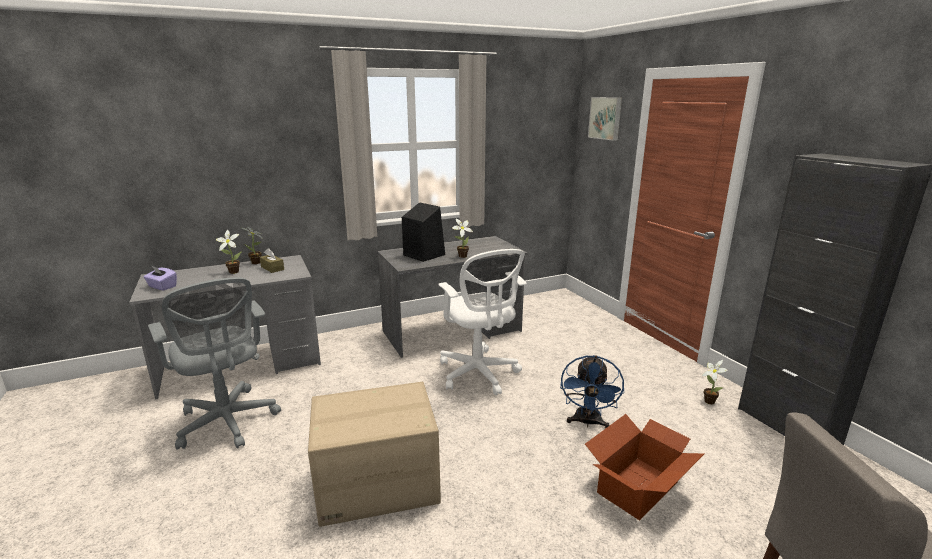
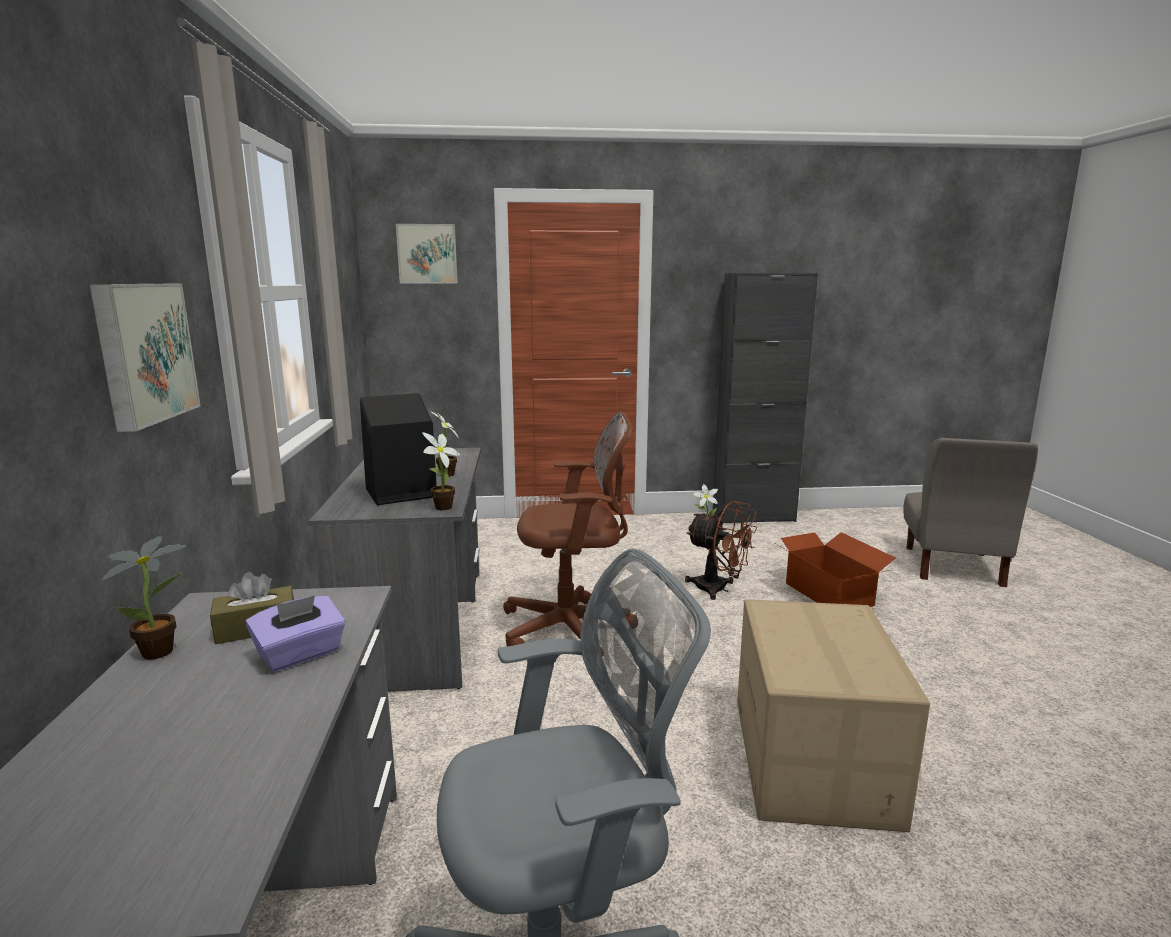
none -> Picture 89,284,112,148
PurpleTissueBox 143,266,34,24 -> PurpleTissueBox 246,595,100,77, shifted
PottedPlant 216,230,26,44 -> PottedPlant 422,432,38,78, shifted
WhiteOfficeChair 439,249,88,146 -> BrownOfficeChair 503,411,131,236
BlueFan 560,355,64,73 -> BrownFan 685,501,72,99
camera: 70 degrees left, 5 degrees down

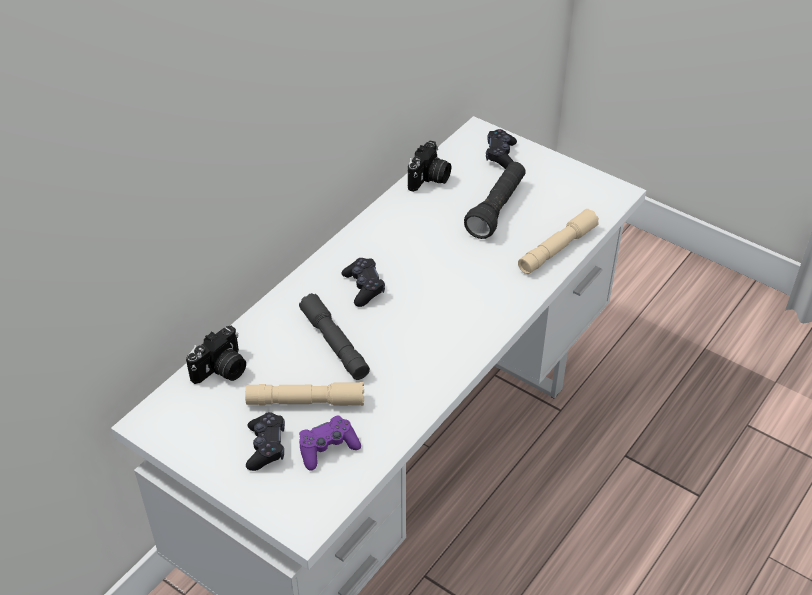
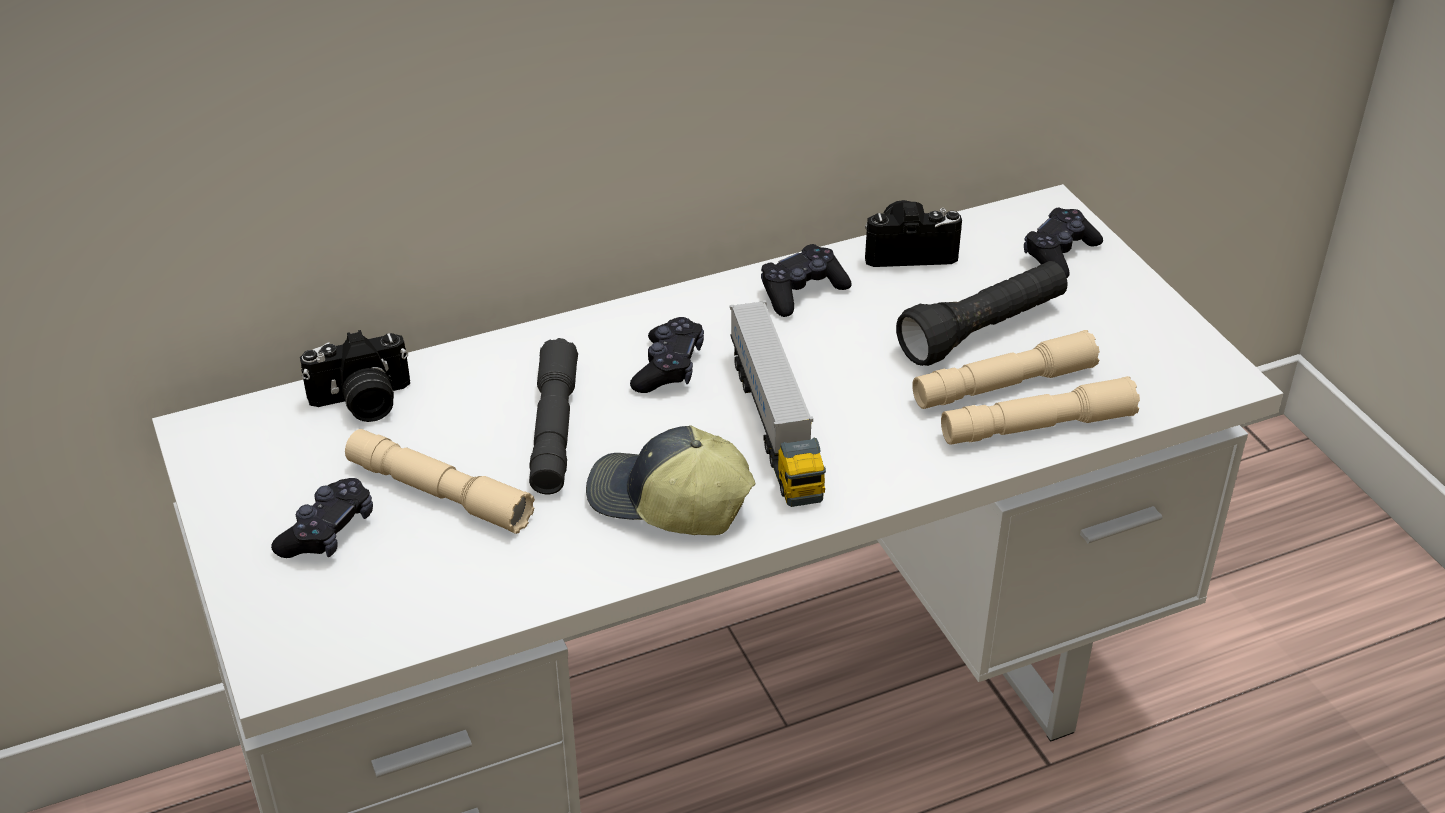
none -> Cap 586,425,170,110
none -> ToyTruck 730,300,96,207
none -> BlackGameController 761,244,91,73
PhotoCamera 408,141,43,51 -> PhotoCamera 865,200,97,67, 150 degrees counterclockwise
none -> BeigeFlashlight 912,330,188,79
PurpleGameController 299,416,62,55 -> none
camera: 30 degrees right, 5 degrees down

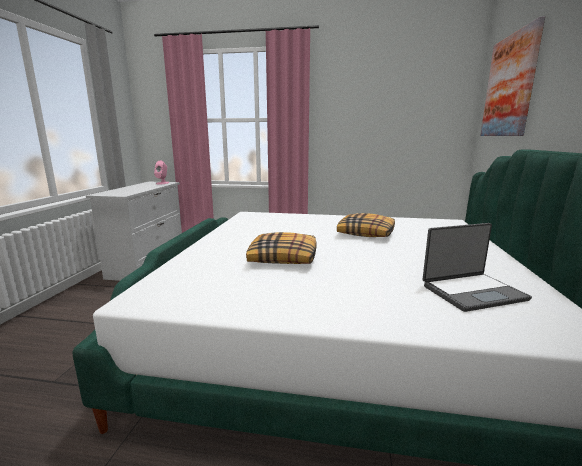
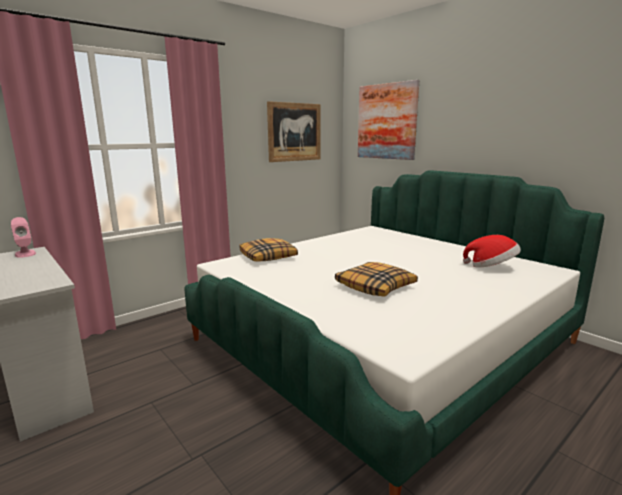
Pillow 337,213,58,24 -> Pillow 239,238,59,24, shifted
none -> Picture 267,101,54,61
Laptop 423,223,109,89 -> Hat 463,235,58,33
camera: 50 degrees left, 0 degrees up

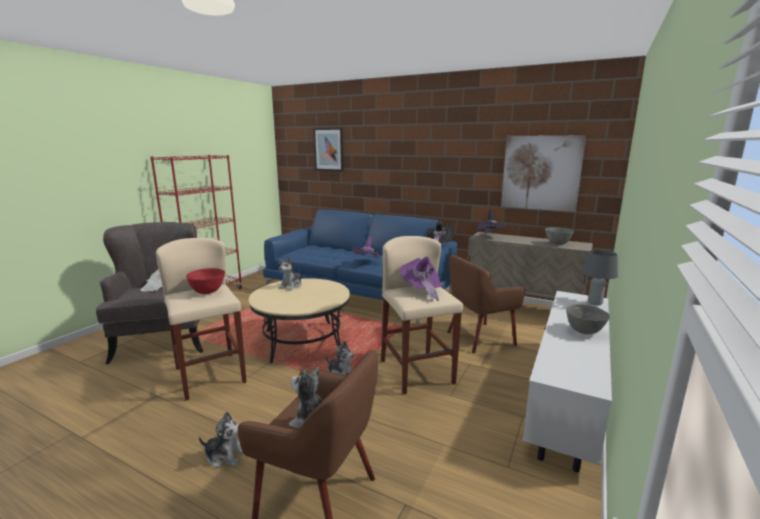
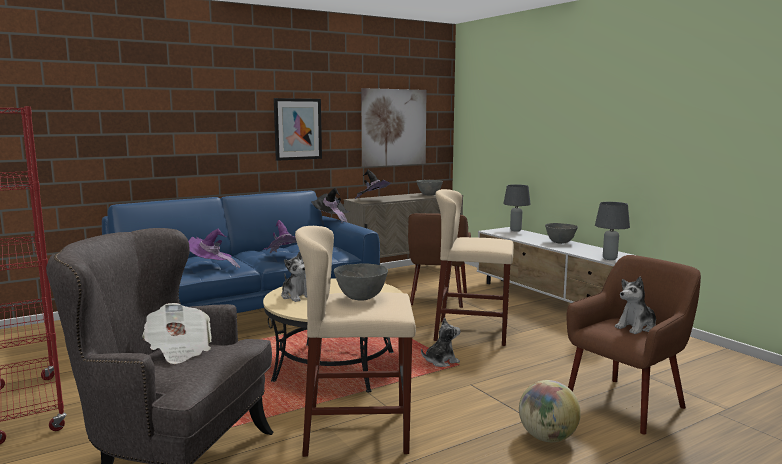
PurpleHat 399,256,45,46 -> PurpleHat 188,229,52,39, shifted
Picture 313,127,31,45 -> Picture 274,98,48,63, shifted
RedBowl 186,268,39,26 -> GreyBowl 334,263,54,38
PlushToy 199,411,44,57 -> Globe 519,380,62,62
none -> GreyTableLamp 595,202,35,58
camera: 60 degrees left, 5 degrees down

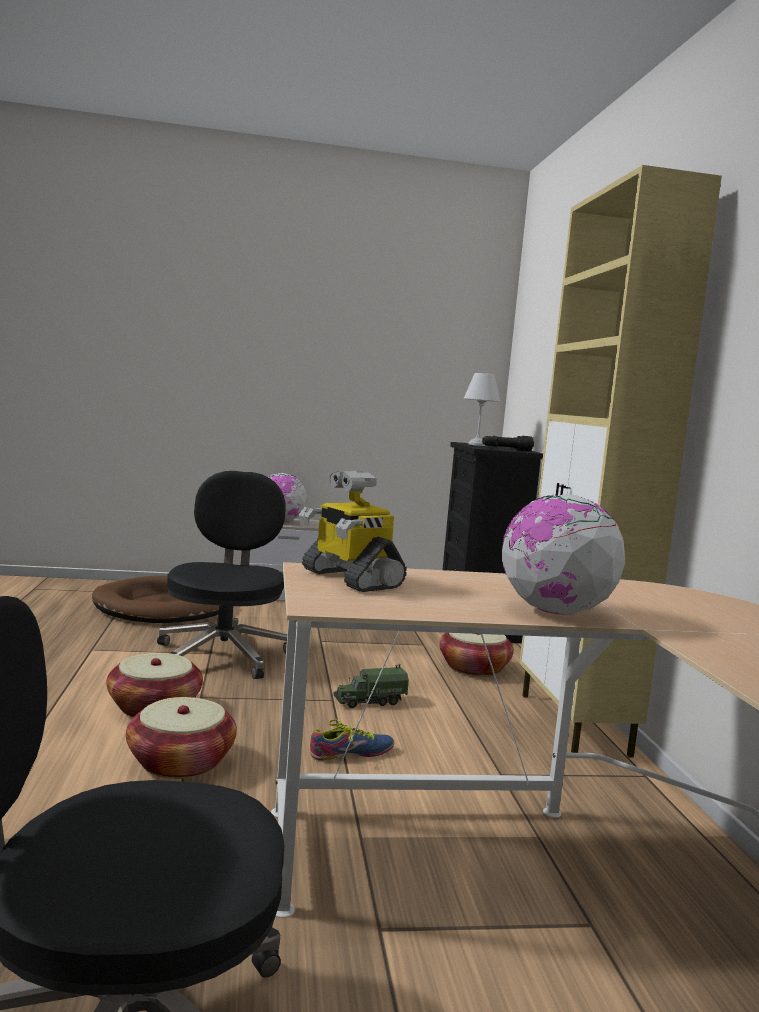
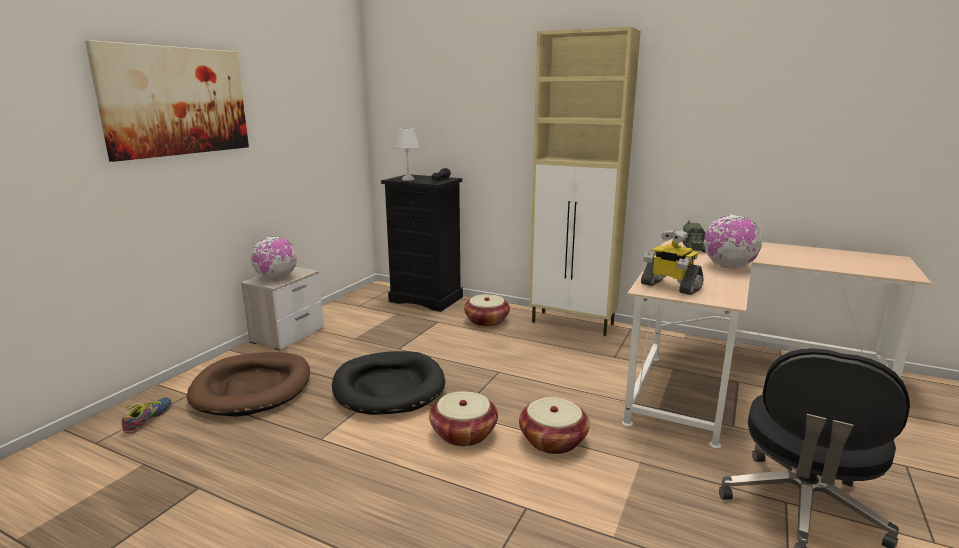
none -> Picture 85,40,164,122
Shoe 310,719,84,42 -> Shoe 122,397,50,37, shifted
BlackOfficeChair 157,471,130,208 -> BlackDogBed 332,351,113,64
ToyRobot 299,471,108,121 -> ToyRobot 641,229,63,66, 45 degrees clockwise
ToyTruck 333,663,76,45 -> ToyTruck 683,220,22,32, shifted
camera: 55 degrees left, 10 degrees up

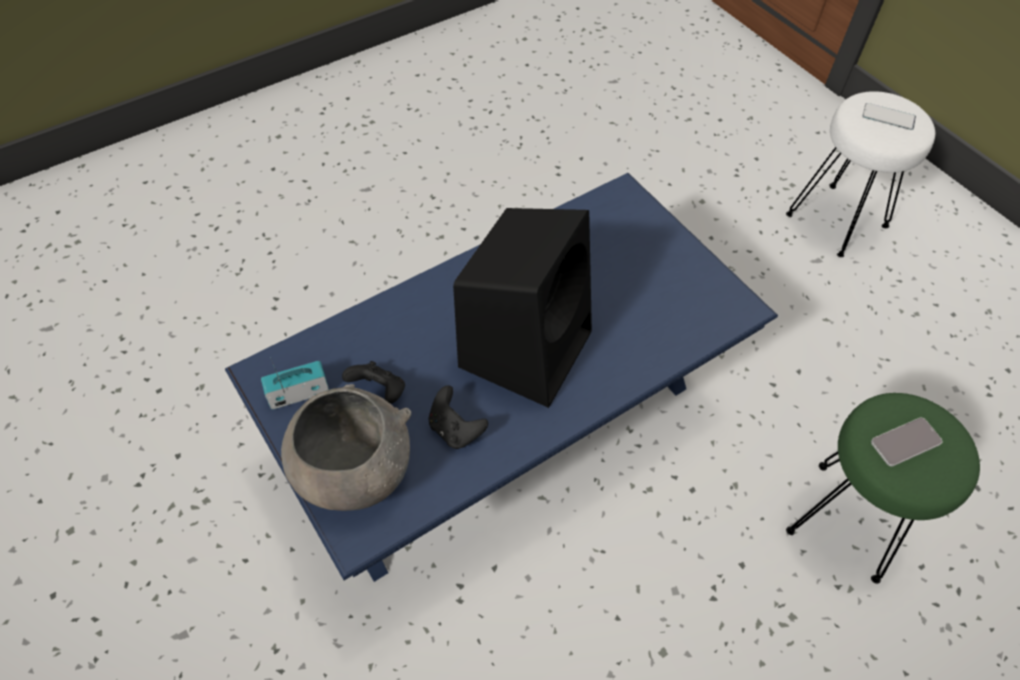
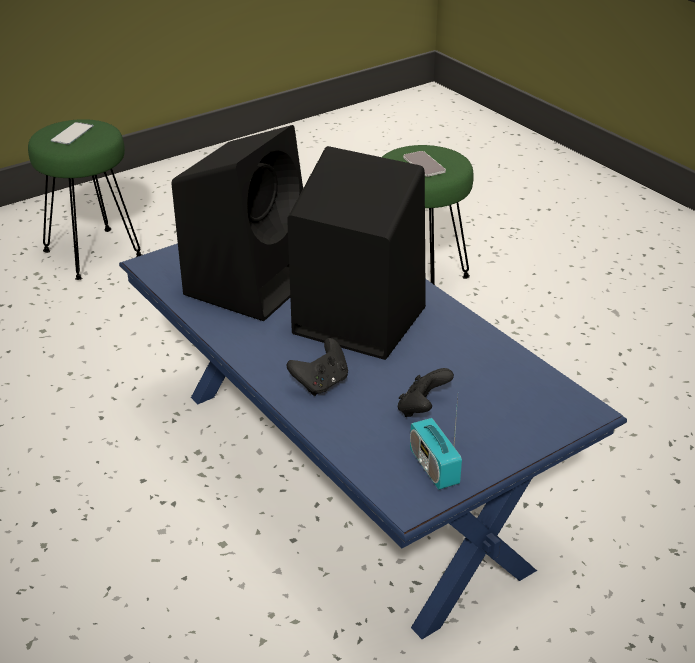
WhiteStool 786,91,149,166 -> GreenStool 28,119,114,161
none -> BlackSpeaker 171,125,132,196
BlackGameController 428,385,60,64 -> BlackGameController 287,338,61,58, shifted
GreyBowl 281,384,130,127 -> none
camera: 90 degrees left, 20 degrees down

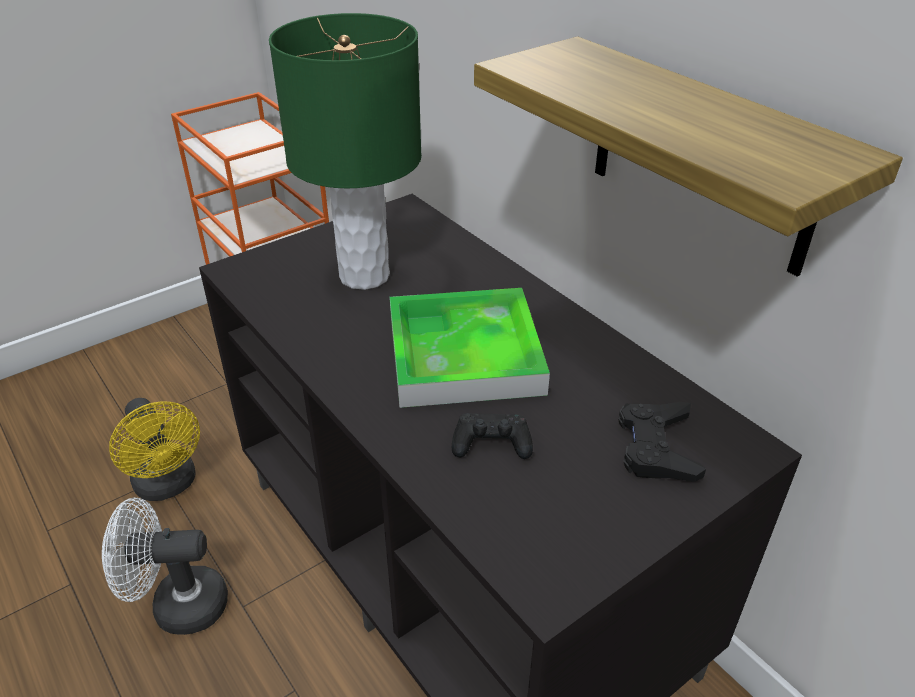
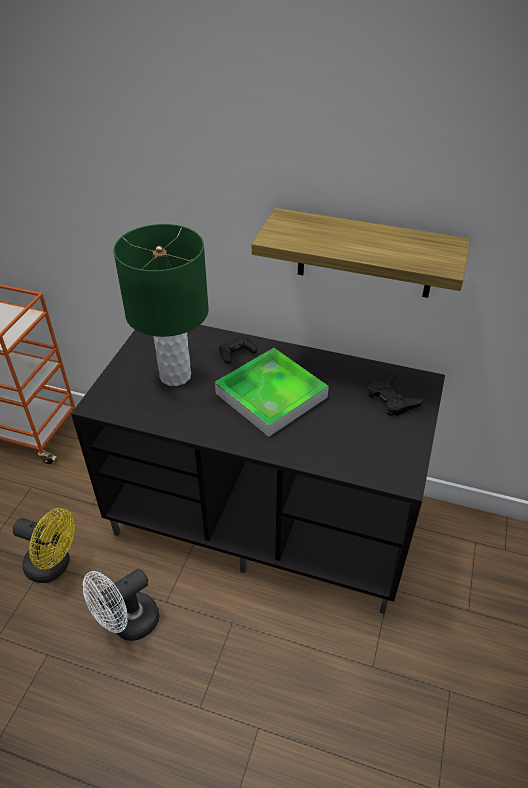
BlackGameController 452,413,81,46 -> BlackGameController 219,336,38,28, shifted
camera: 35 degrees left, 5 degrees up

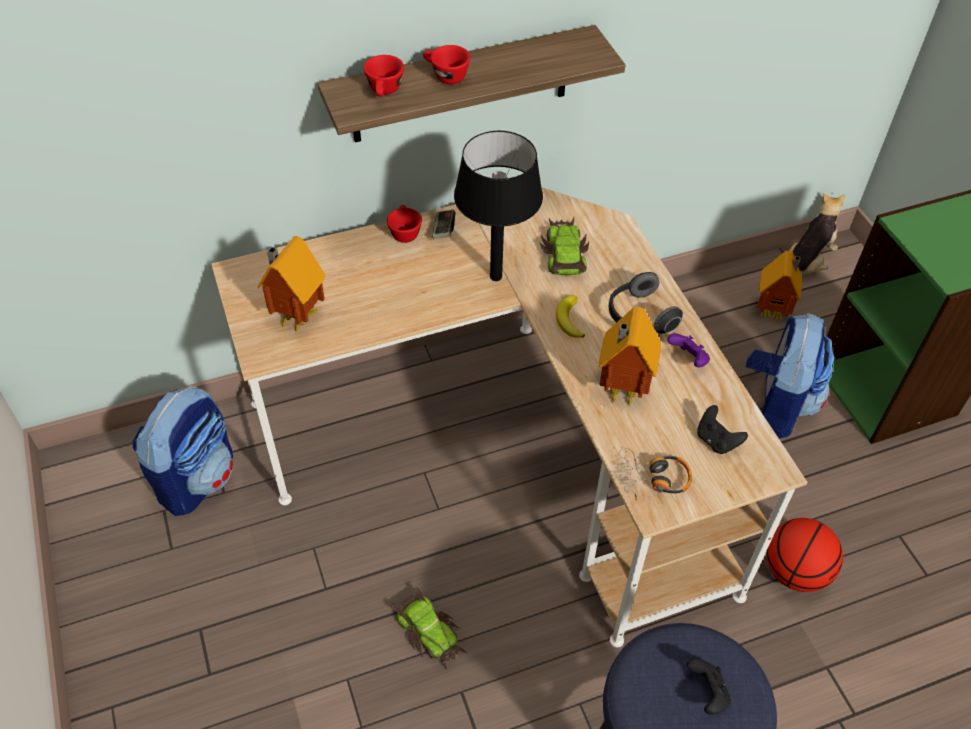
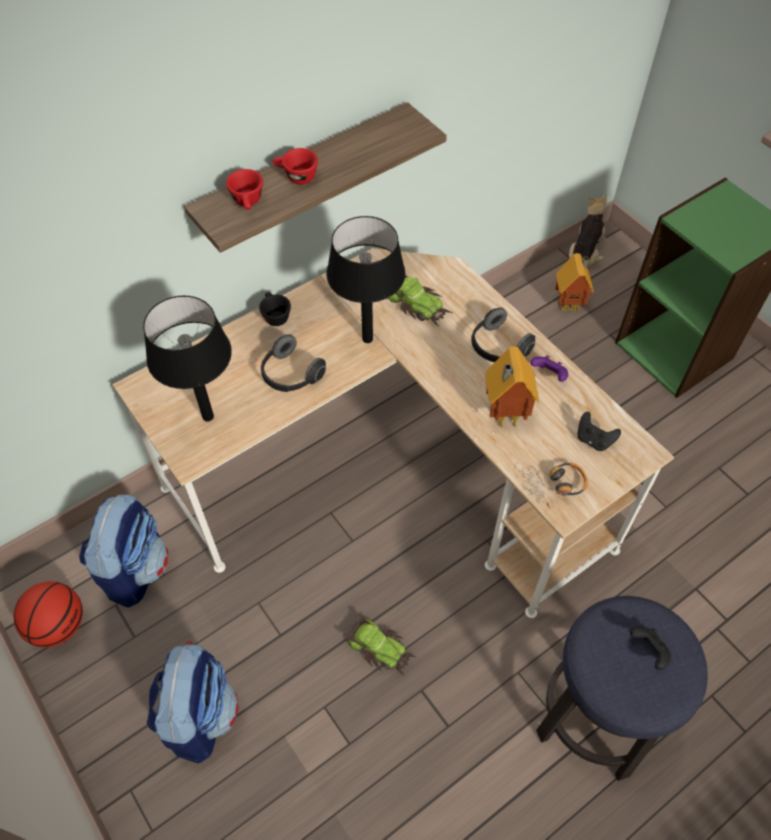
Basketball 766,518,77,74 -> Basketball 14,582,69,66, shifted
ToyHouse 257,236,69,97 -> BlackTableLamp 143,296,89,126
Backpack 745,313,90,126 -> Backpack 147,642,91,121, shifted
RedCup 387,205,35,38 -> BlackCup 259,292,32,34
none -> Headphones 261,335,65,57
ToyCar 540,218,49,57 -> ToyCar 388,275,66,51, 150 degrees clockwise
GameController 432,210,24,29 -> none
Banana 556,295,29,43 -> none
camera: 15 degrees left, 5 degrees up

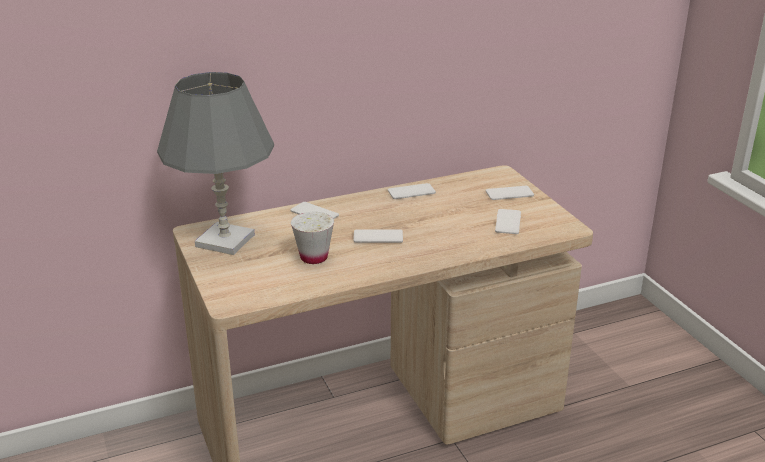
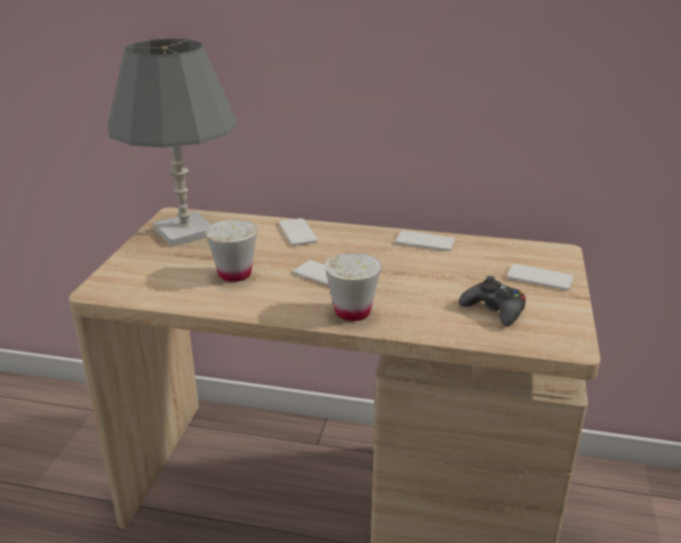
none -> WhiteCup 325,253,57,68
Phone 495,209,26,25 -> BlackGameController 459,276,67,51
camera: 35 degrees right, 0 degrees up

